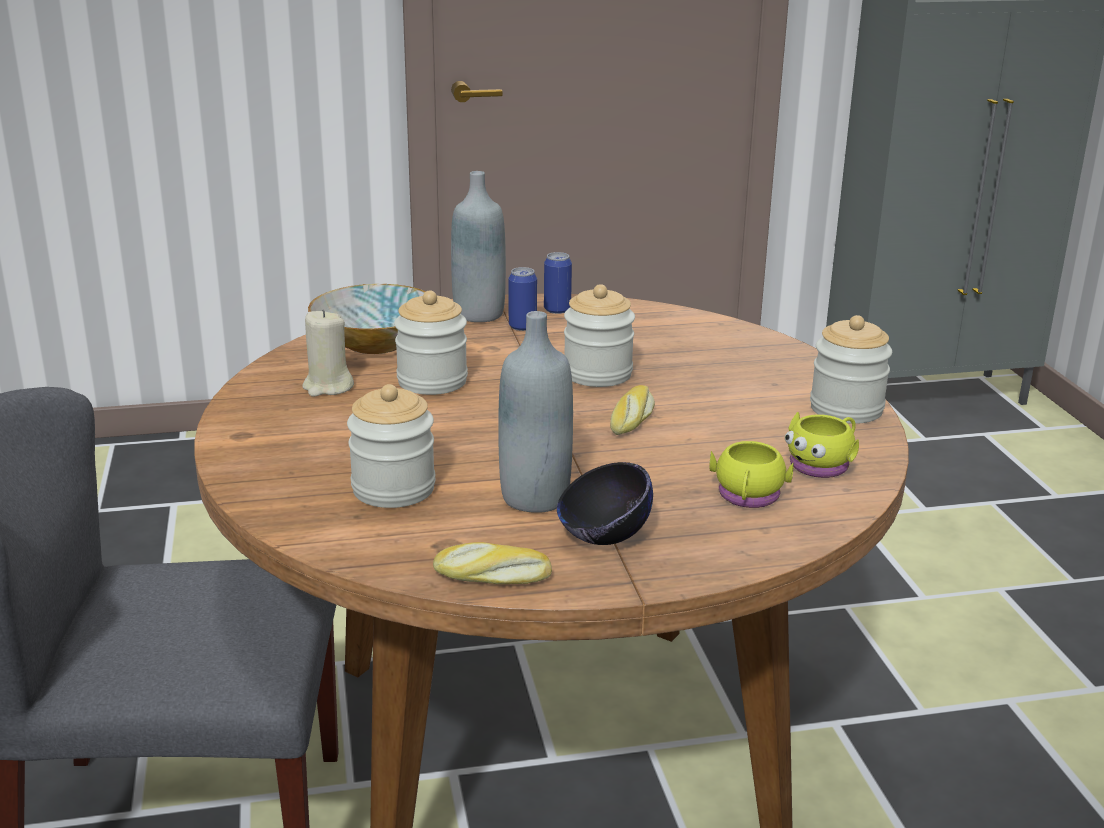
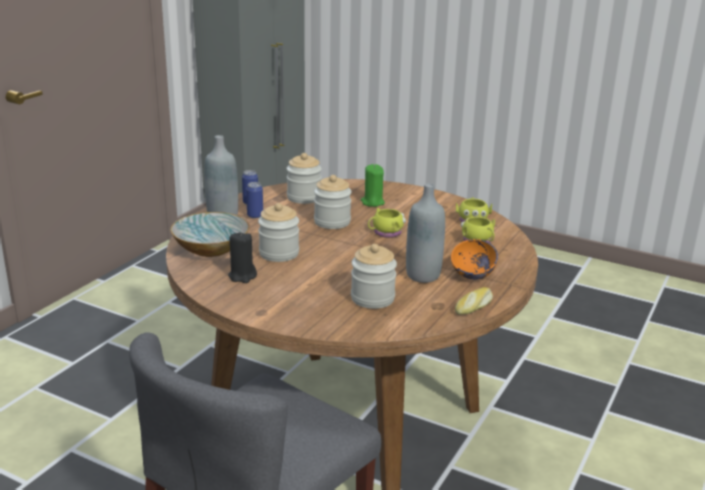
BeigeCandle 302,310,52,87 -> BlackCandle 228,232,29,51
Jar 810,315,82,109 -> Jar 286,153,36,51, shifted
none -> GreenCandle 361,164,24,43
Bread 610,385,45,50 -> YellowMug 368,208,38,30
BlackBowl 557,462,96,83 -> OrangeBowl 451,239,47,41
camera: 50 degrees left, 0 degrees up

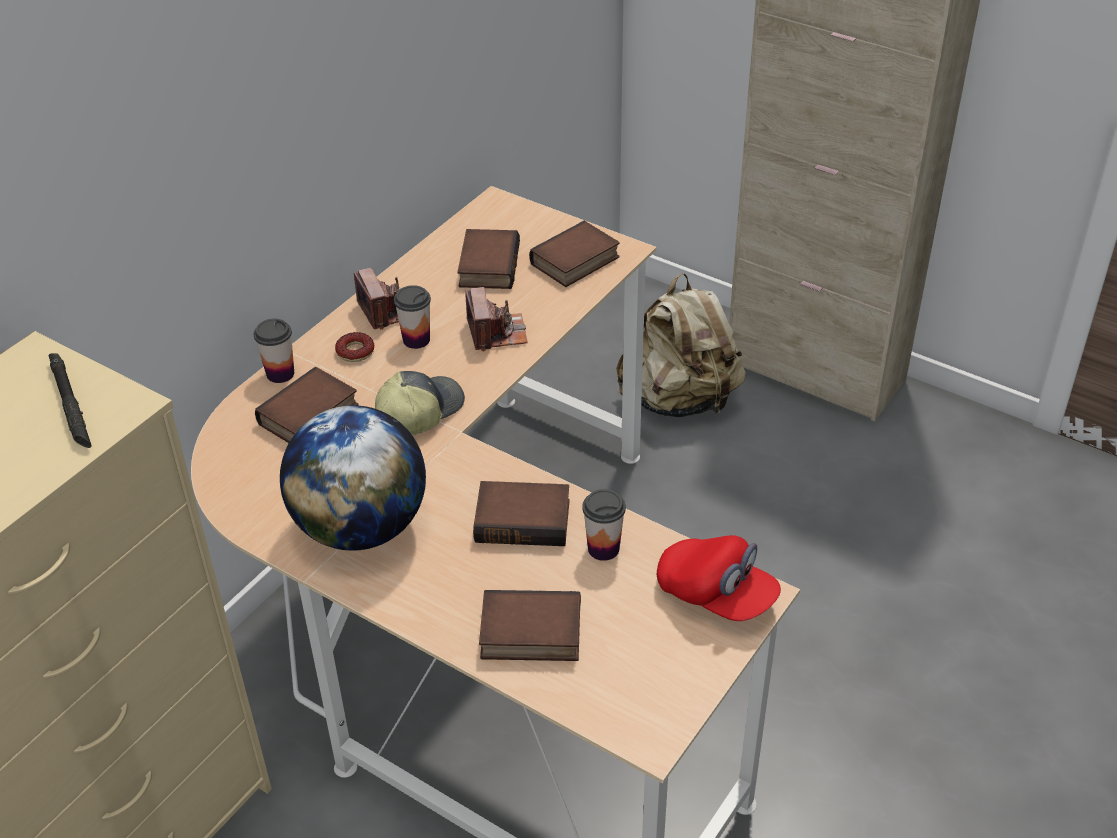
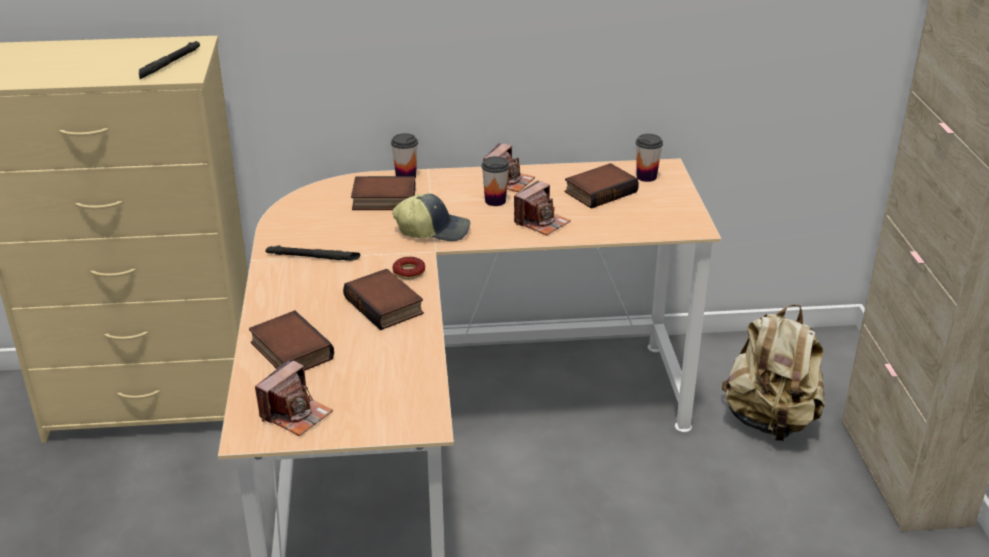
none -> PhotoCamera 255,359,78,77
Globe 280,405,146,146 -> BlackFlashlight 265,245,95,16
Donut 335,332,39,30 -> Donut 392,257,33,23, shifted
Cup 582,489,44,72 -> Cup 636,134,27,48, shifted
Book 529,221,91,66 -> none
RedCap 657,535,124,86 -> none
camera: 50 degrees right, 10 degrees down

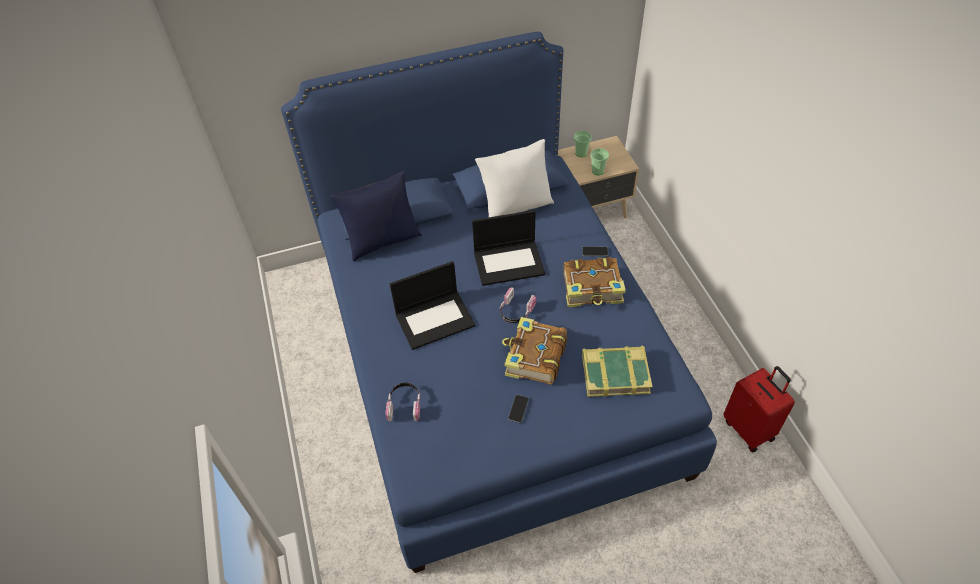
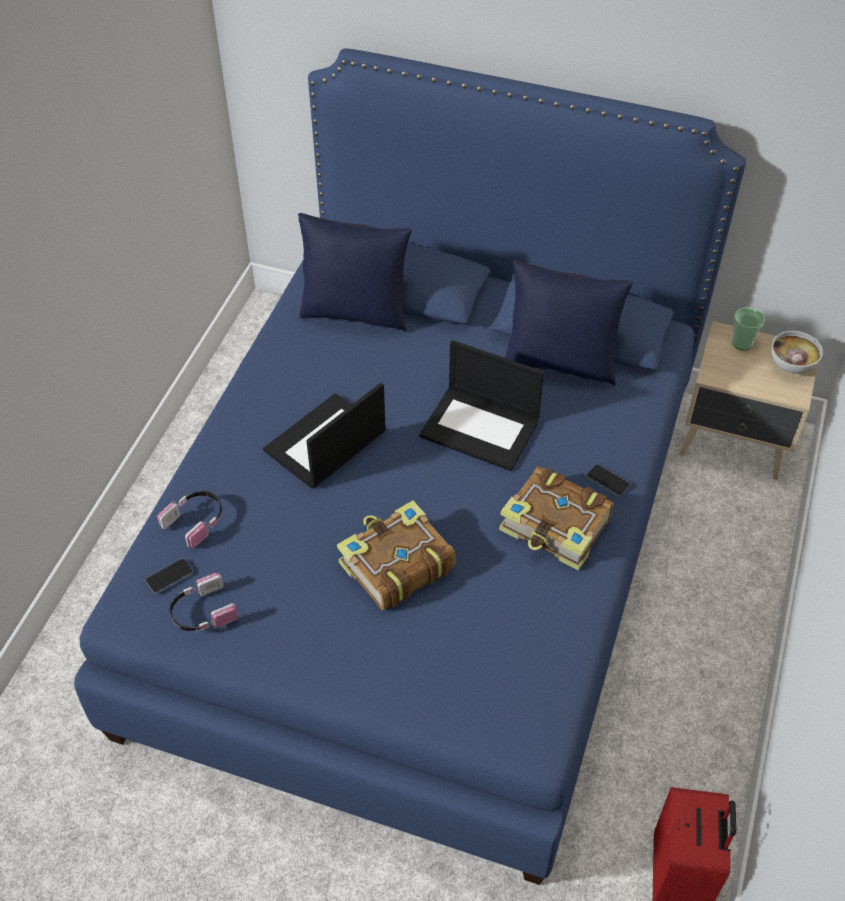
Phone 508,395,21,28 -> Phone 145,558,48,36, shifted
Headphones 500,287,36,36 -> Headphones 169,572,69,59, shifted
Laptop 390,261,85,89 -> Laptop 263,383,123,105, 120 degrees clockwise
WhitePillow 475,139,79,78 -> BluePillow 505,260,128,126
none -> Bowl 771,331,52,43
Book 582,345,71,52 -> none
Cup 591,148,18,27 -> none
camera: 35 degrees right, 0 degrees up

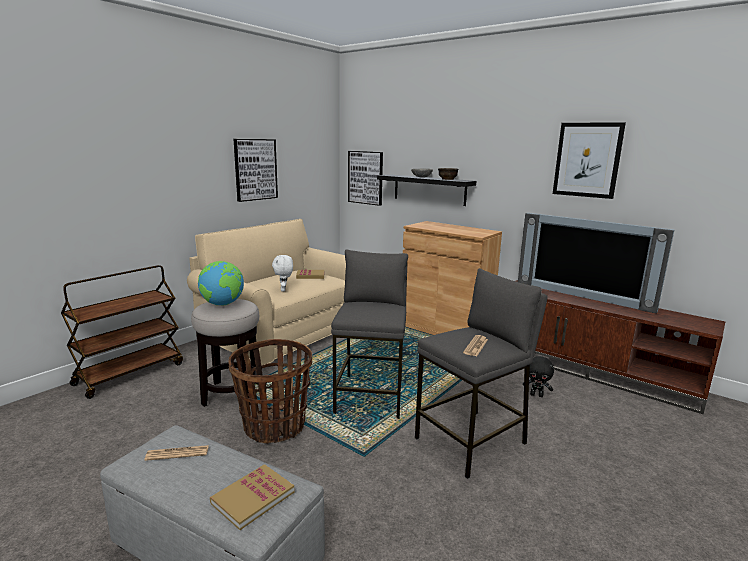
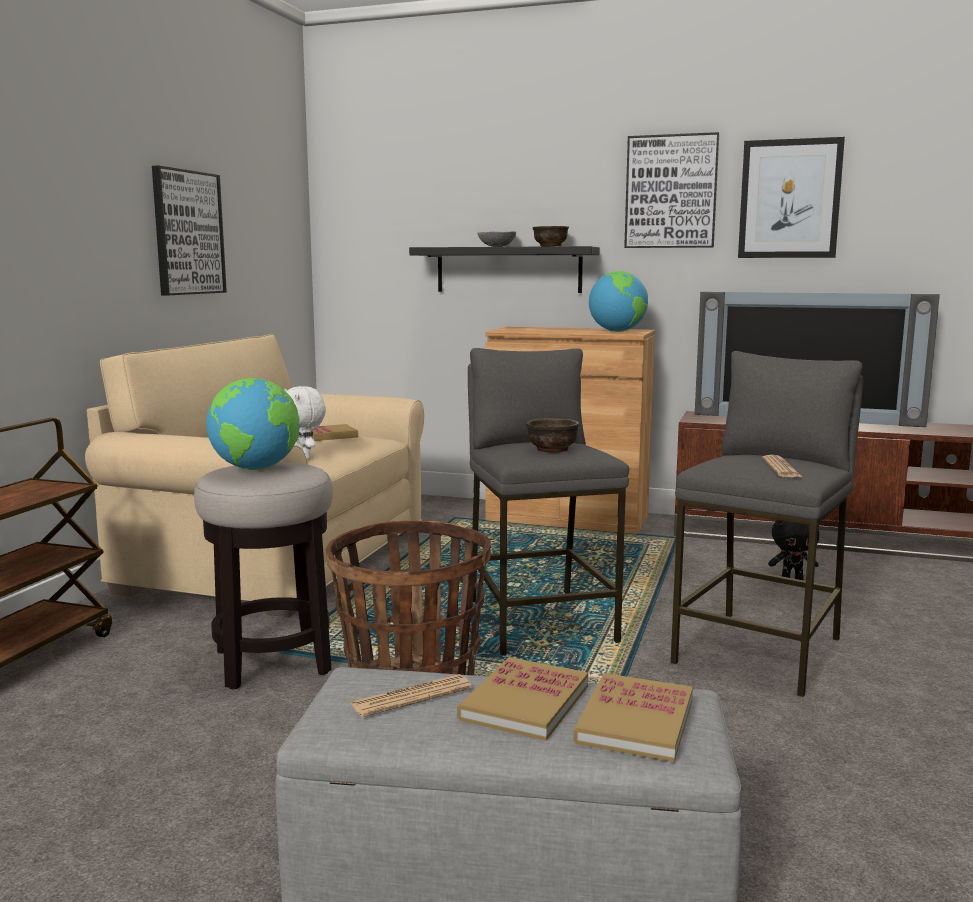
none -> Book 457,657,131,84
none -> BrownBowl 526,418,53,34
none -> Globe 589,271,59,61
Picture 348,151,35,55 -> Picture 624,132,96,116, shifted
camera: 20 degrees left, 5 degrees down

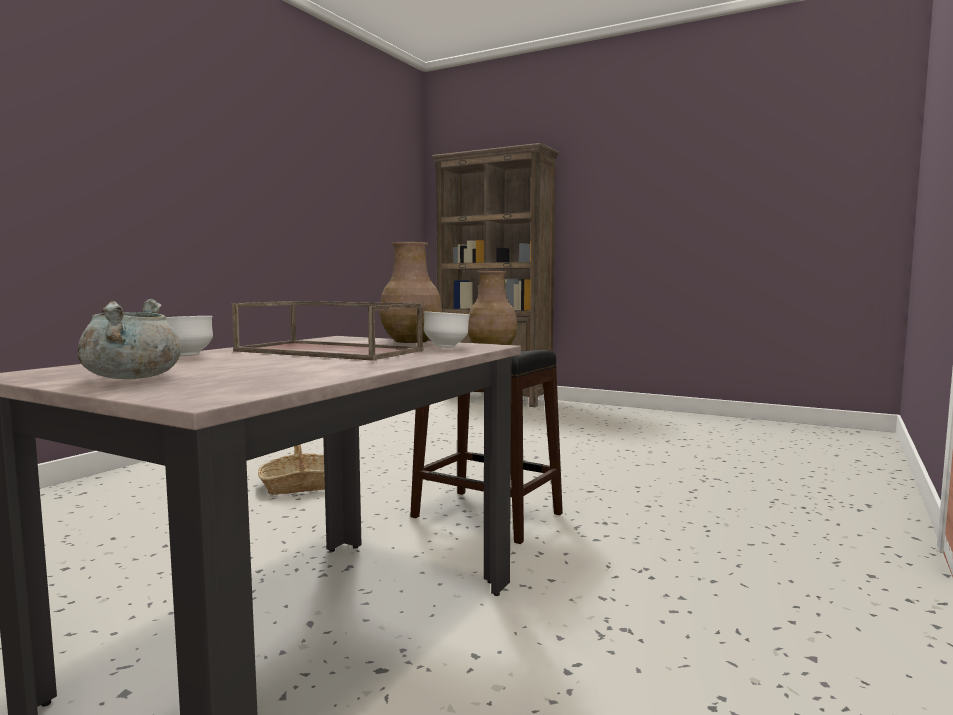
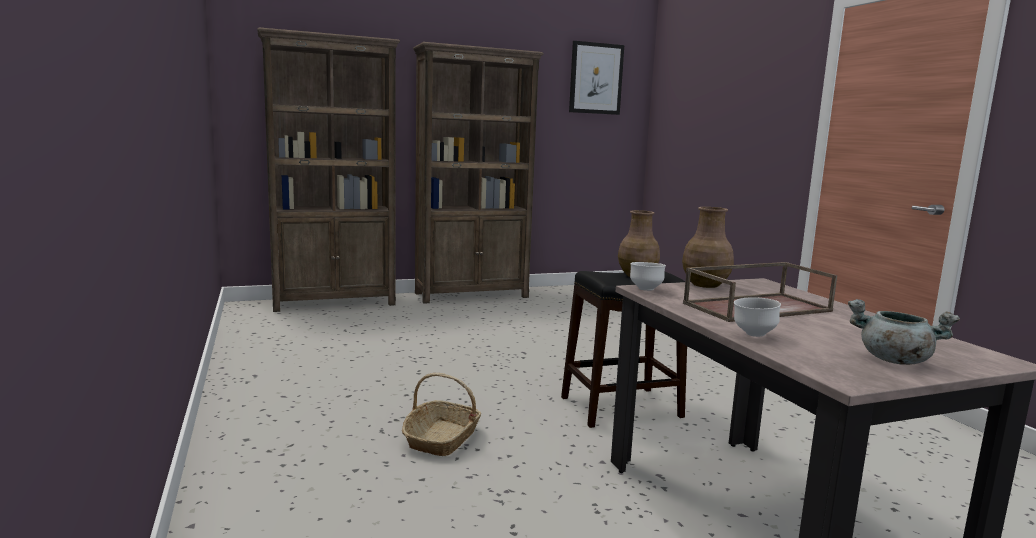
none -> BrownBookcase 413,42,131,262
none -> Picture 569,41,55,74
WhiteBowl 424,311,46,37 -> WhiteBowl 630,262,36,29, shifted
camera: 50 degrees left, 5 degrees up

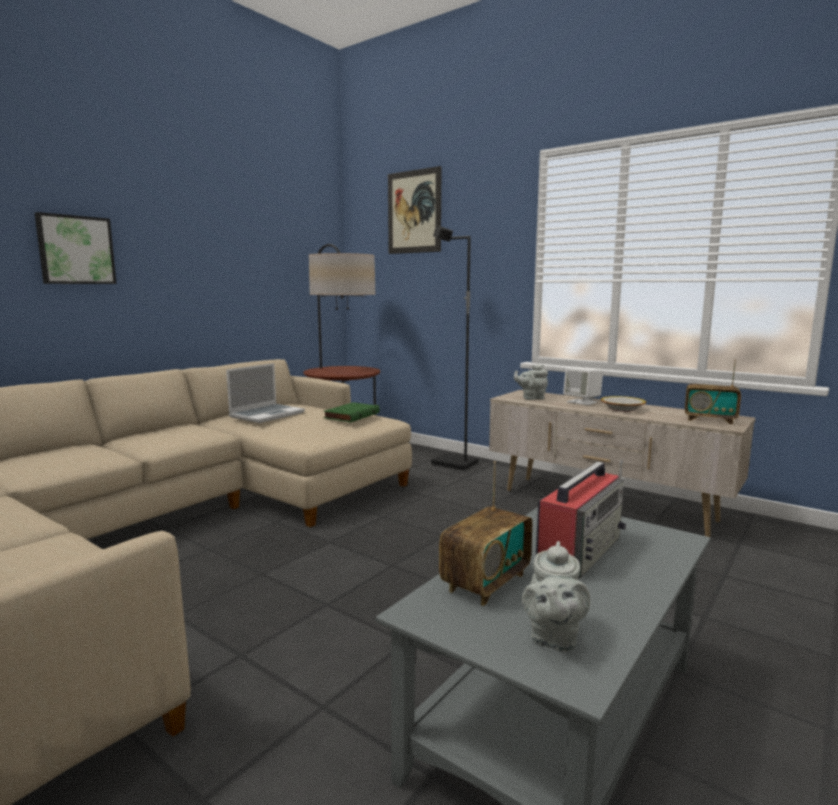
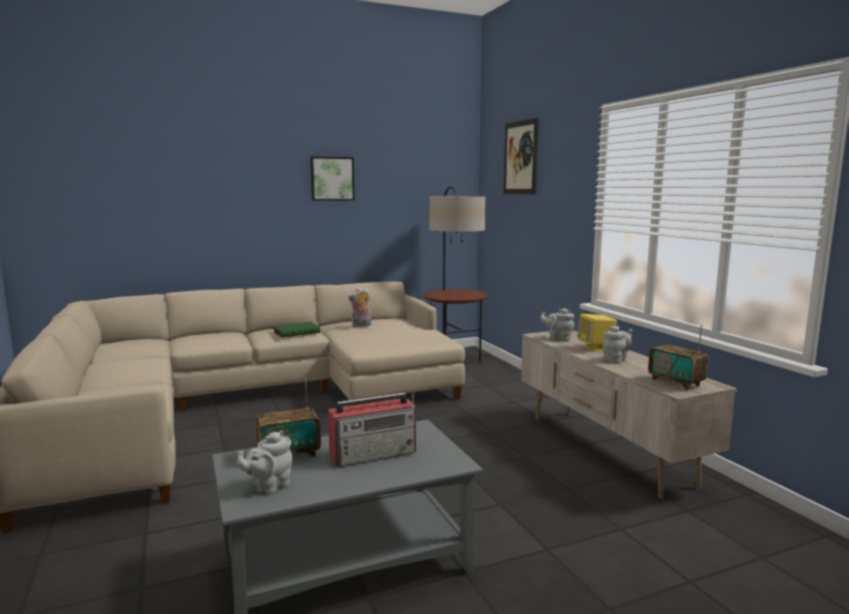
GreenBook 323,402,57,21 -> GreenBook 273,322,47,16, shifted
Picture 35,212,82,72 -> Picture 310,157,45,44, shifted
Laptop 226,363,79,60 -> PlushToy 348,287,24,40
WhiteSpeaker 563,367,40,38 -> YellowSpeaker 577,314,40,38
Bowl 601,396,45,16 -> GreyTeapot 603,326,30,37
BlackFloorLamp 431,226,47,245 -> none
camera: 30 degrees right, 0 degrees up

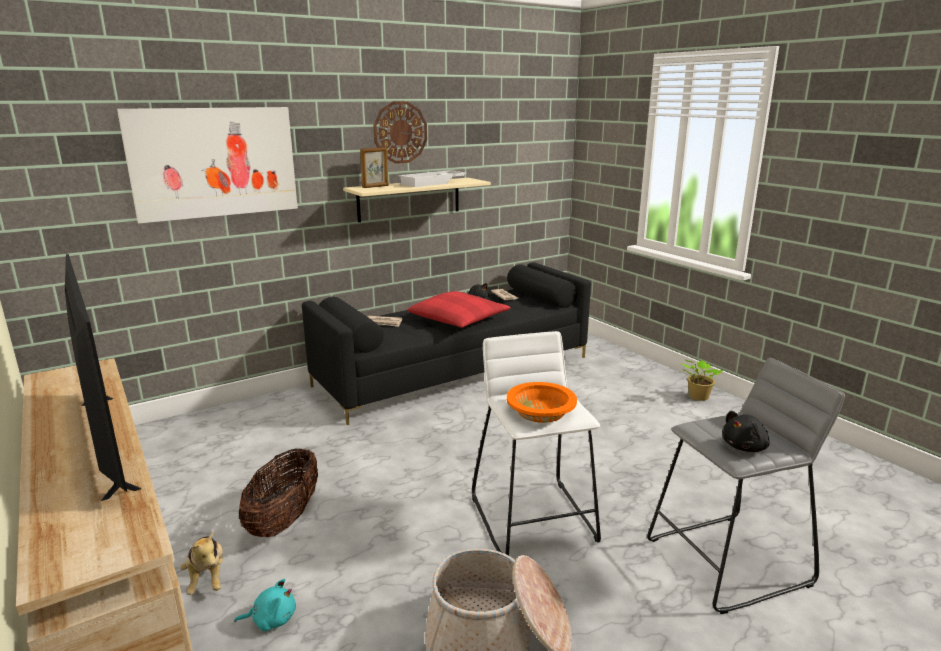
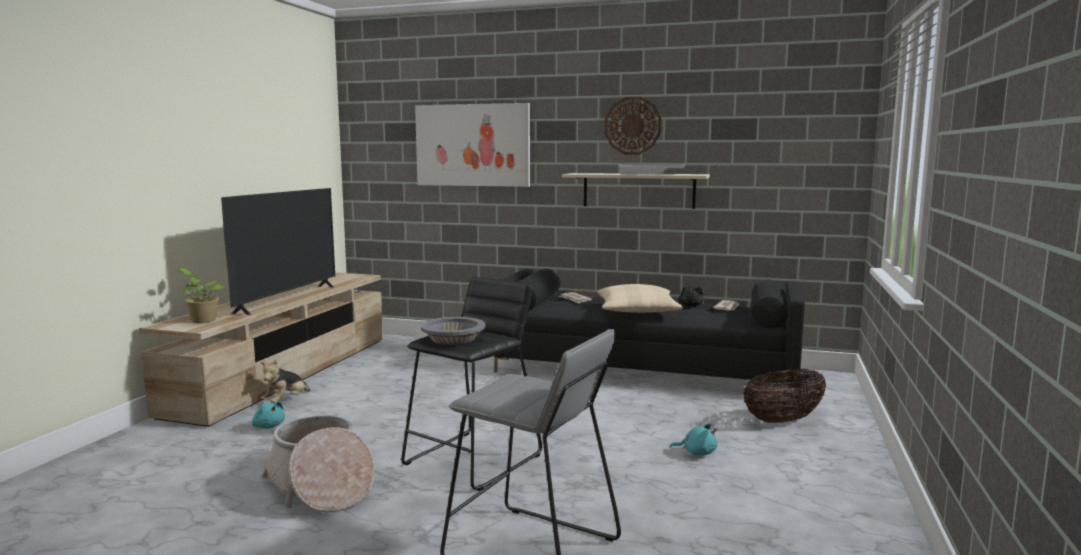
PottedPlant 682,360,41,41 -> PottedPlant 178,268,46,55, shifted
WhiteStool 472,331,129,225 -> BlackStool 401,277,141,214
OrangeBowl 507,382,70,41 -> GreyBowl 421,317,65,28
RedPillow 407,291,103,37 -> BeigePillow 597,284,86,29
none -> TurquoisePlushToy 670,423,47,32
Basket 239,448,79,89 -> Basket 743,368,83,55, shifted
PictureFrame 360,147,29,41 -> none
BlackPlushToy 722,411,48,41 -> none
camera: 50 degrees right, 10 degrees down

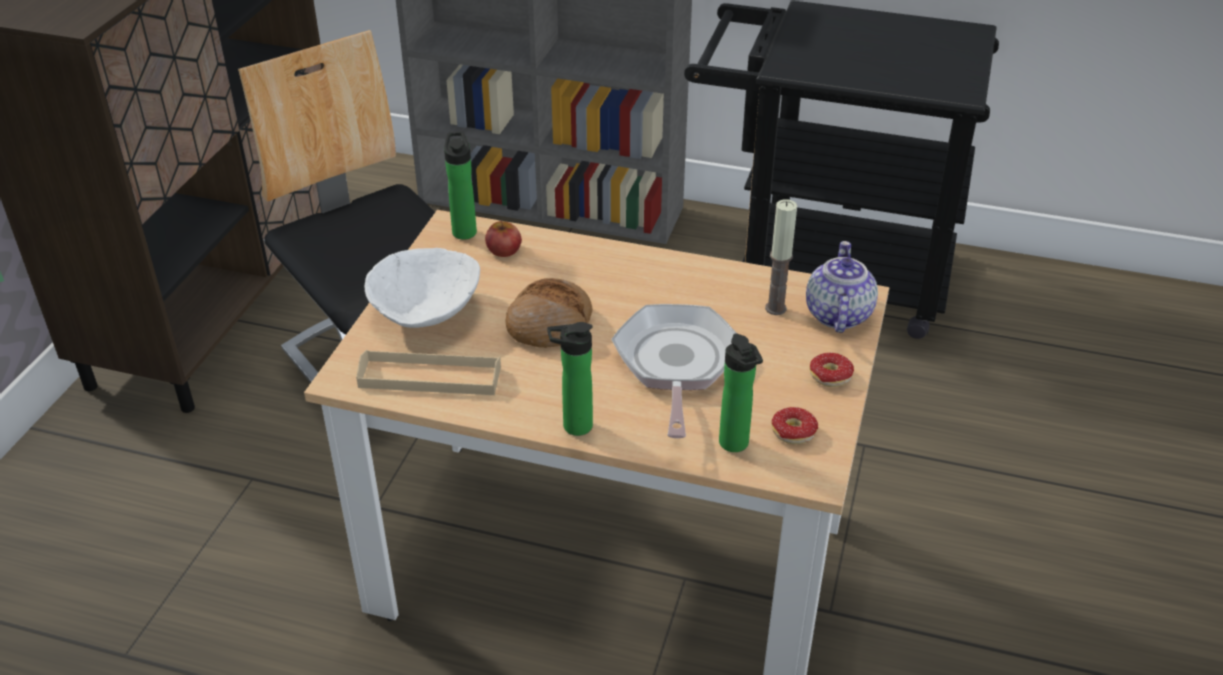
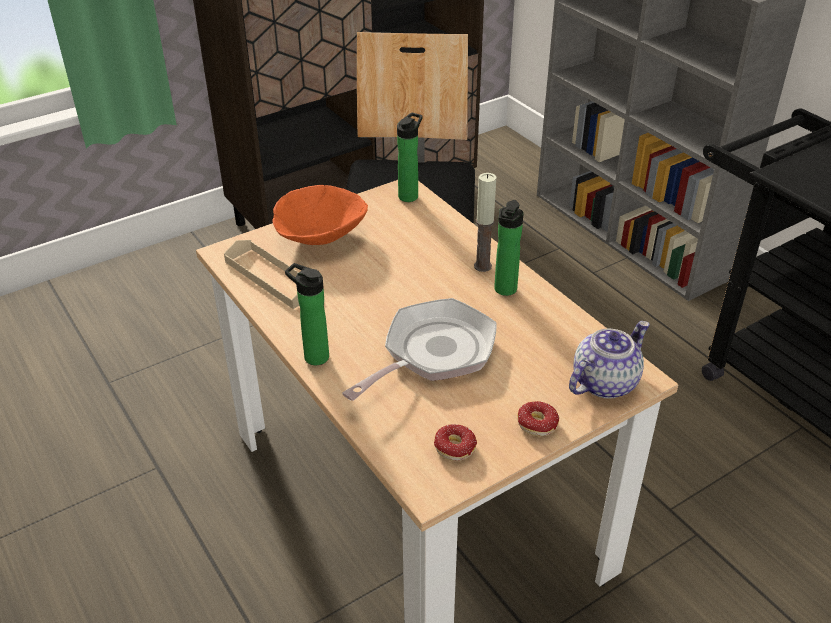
WhiteBowl 365,248,115,80 -> OrangeBowl 273,185,95,60
Candle 765,199,32,116 -> Candle 474,173,22,99, shifted
Bottle 719,333,44,119 -> Bottle 494,200,30,96, shifted
Apple 485,220,37,37 -> none
Bread 505,278,87,70 -> none
camera: 40 degrees right, 0 degrees up

